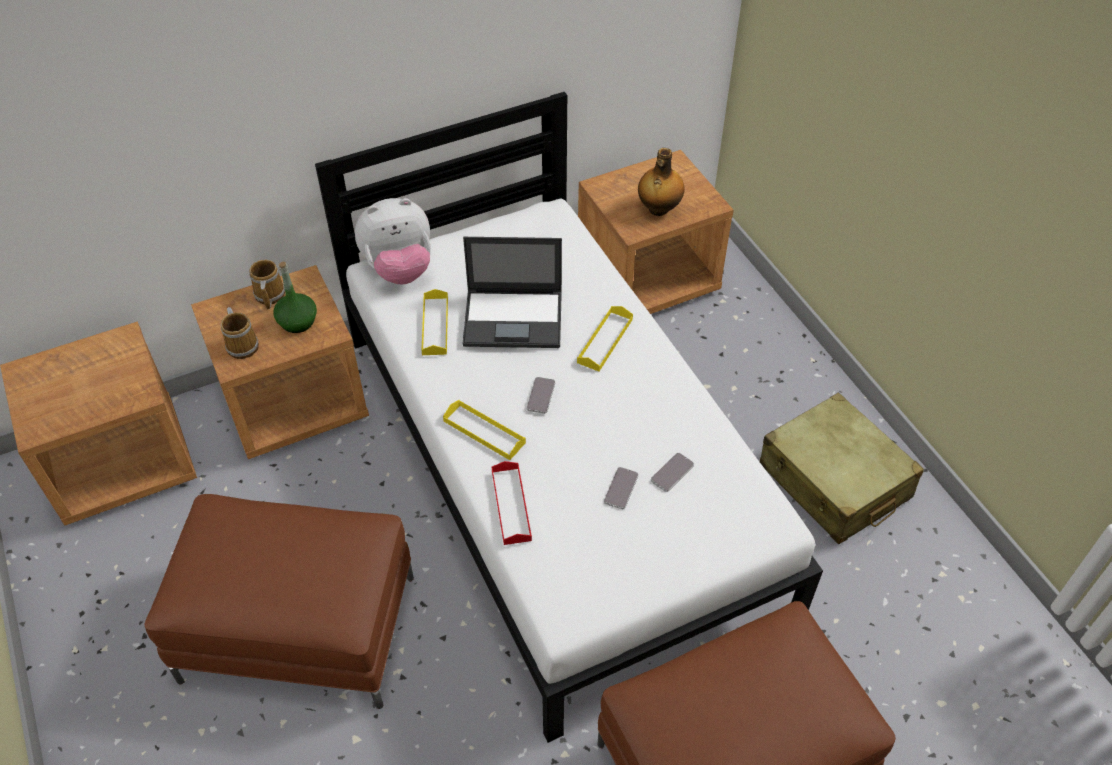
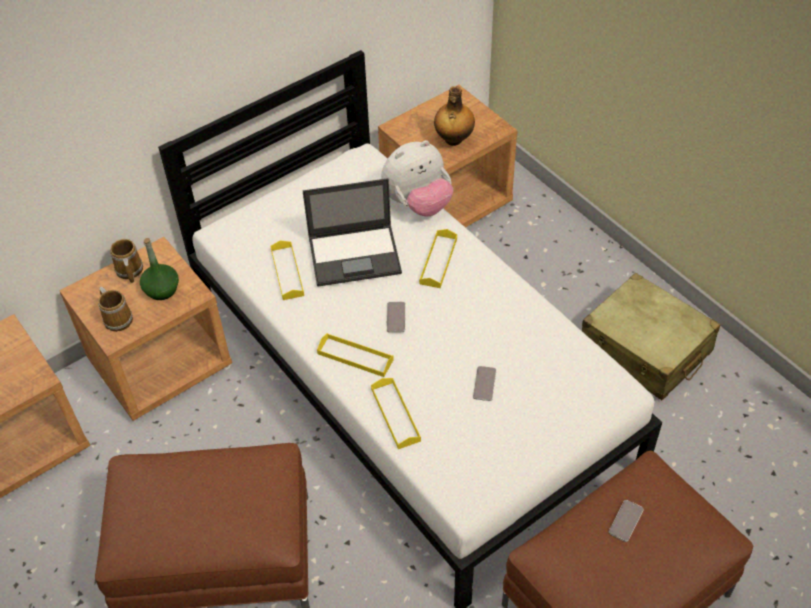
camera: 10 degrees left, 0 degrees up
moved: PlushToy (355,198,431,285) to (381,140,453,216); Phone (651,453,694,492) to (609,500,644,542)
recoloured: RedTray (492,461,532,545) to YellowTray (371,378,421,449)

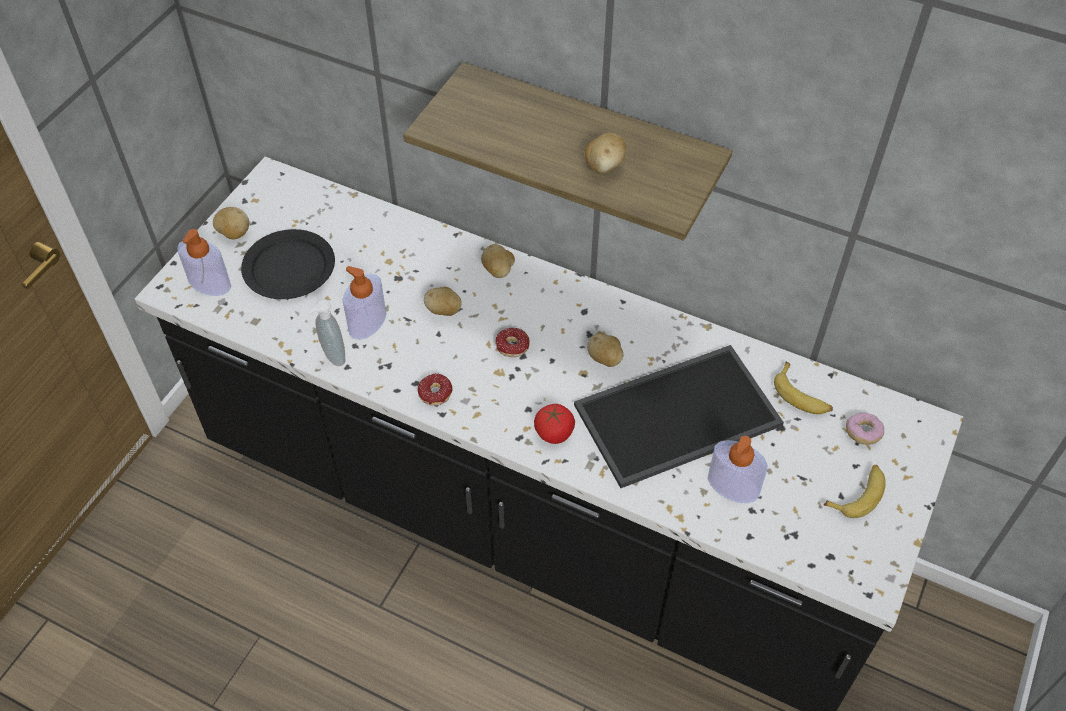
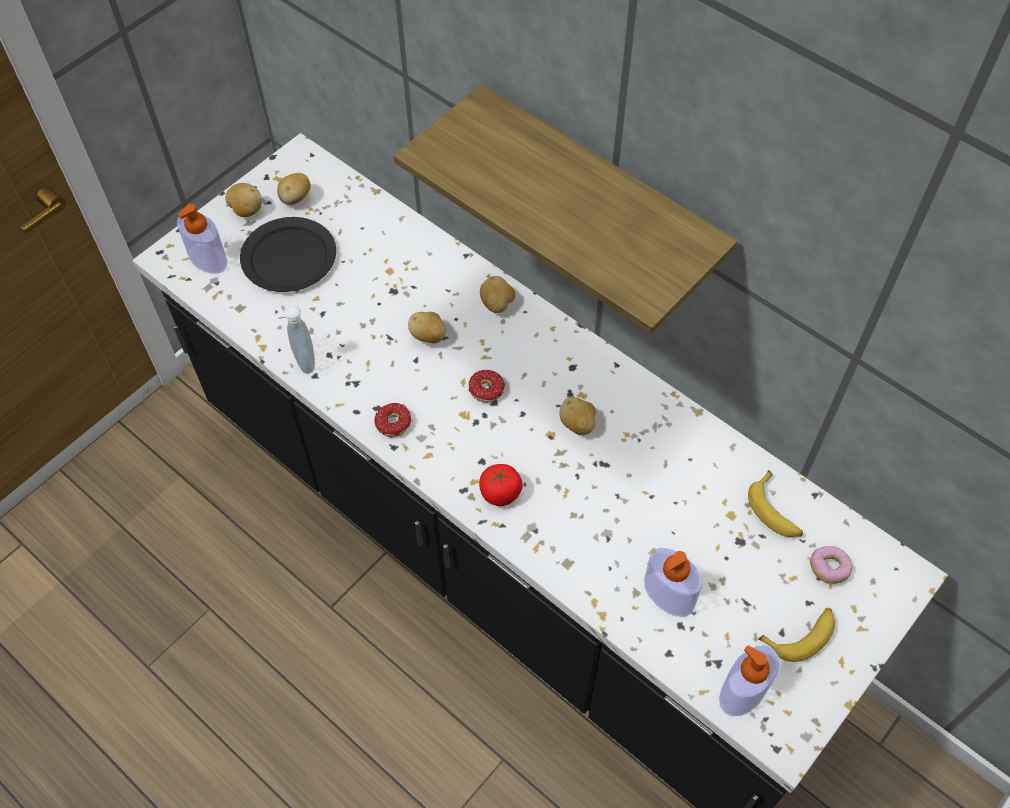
camera: 15 degrees right, 5 degrees up
removed: Tray (574,345,784,488)
moved: SoapDispenser (342,266,386,340) to (719,645,779,716); Potato (585,133,626,173) to (277,173,311,205)

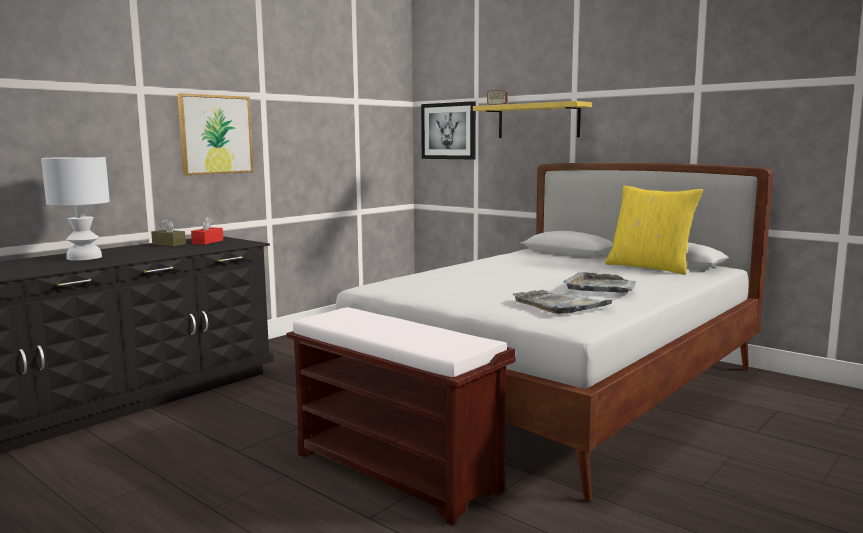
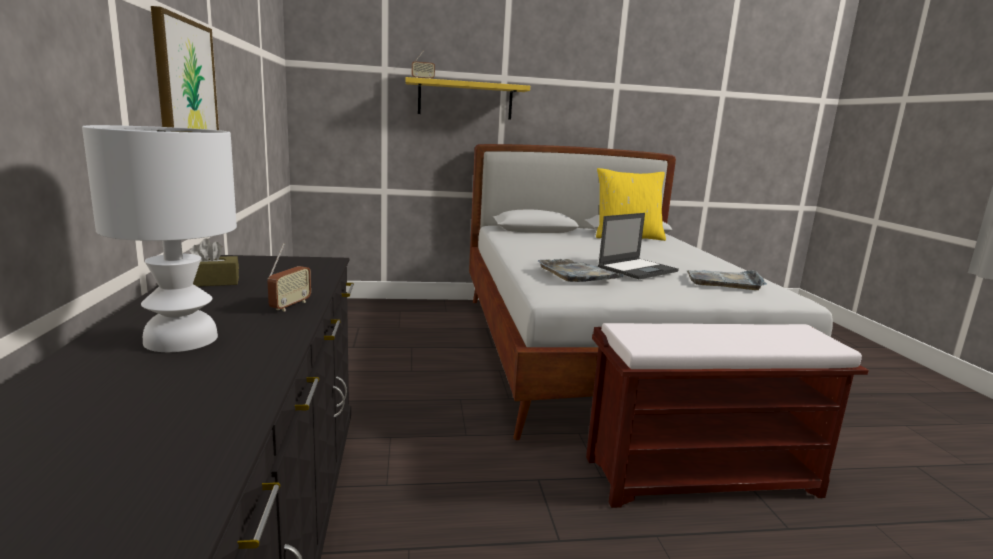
camera: 50 degrees left, 5 degrees up
removed: RedTissueBox (191,217,223,245); Picture (421,101,476,159)
added: Radio (267,243,311,311); Laptop (598,213,679,279)
moved: GreyTray (563,272,636,293) to (538,259,624,282)

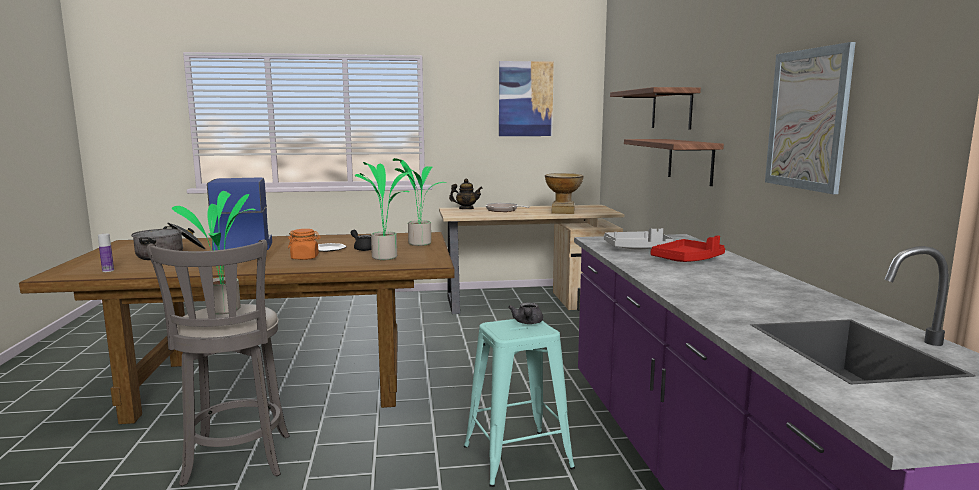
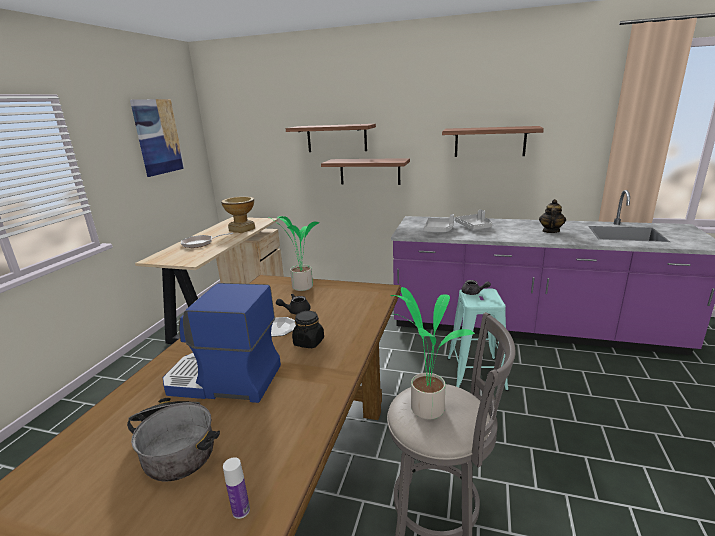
camera: 65 degrees left, 10 degrees up
removed: PottedPlant (355,162,410,260)
moved: Teapot (449,178,483,209) to (539,199,566,233)
replaced: Picture (765,42,856,194) to Shelf (442,126,544,157)
recoloured: OrangeJar (288,229,321,260) to BlackJar (292,311,324,348); RedTray (651,236,725,262) to GreyTray (455,210,492,230)

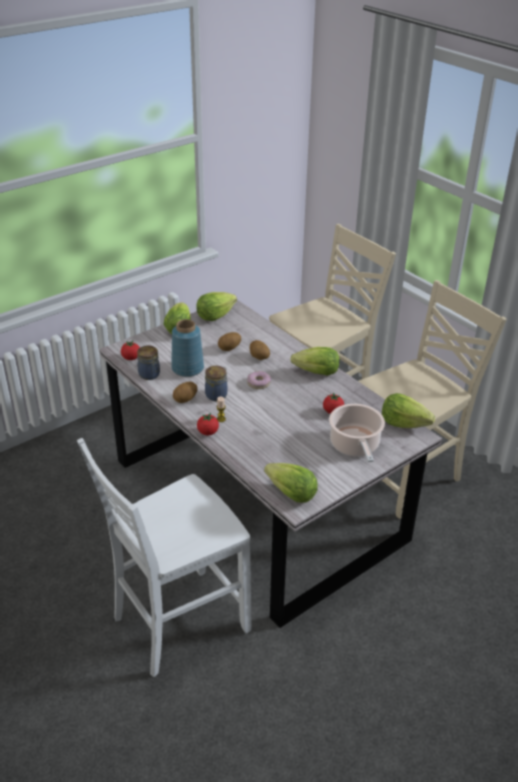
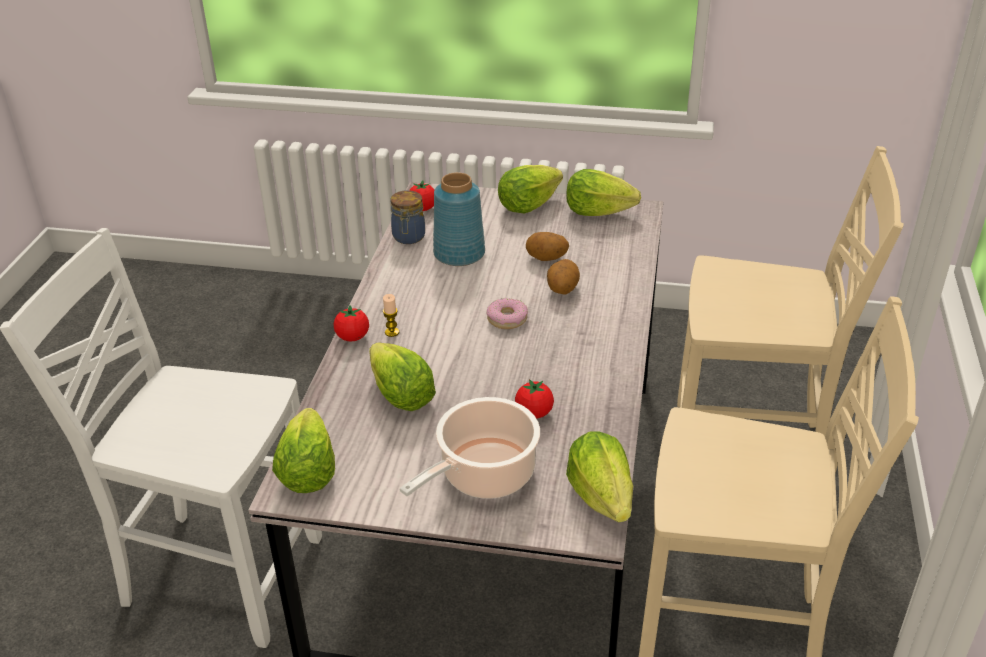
camera: 50 degrees right, 0 degrees up
removed: Potato (173,381,198,403); Jar (205,366,227,401)
moved: Lettuce (290,347,340,376) to (369,343,436,411)

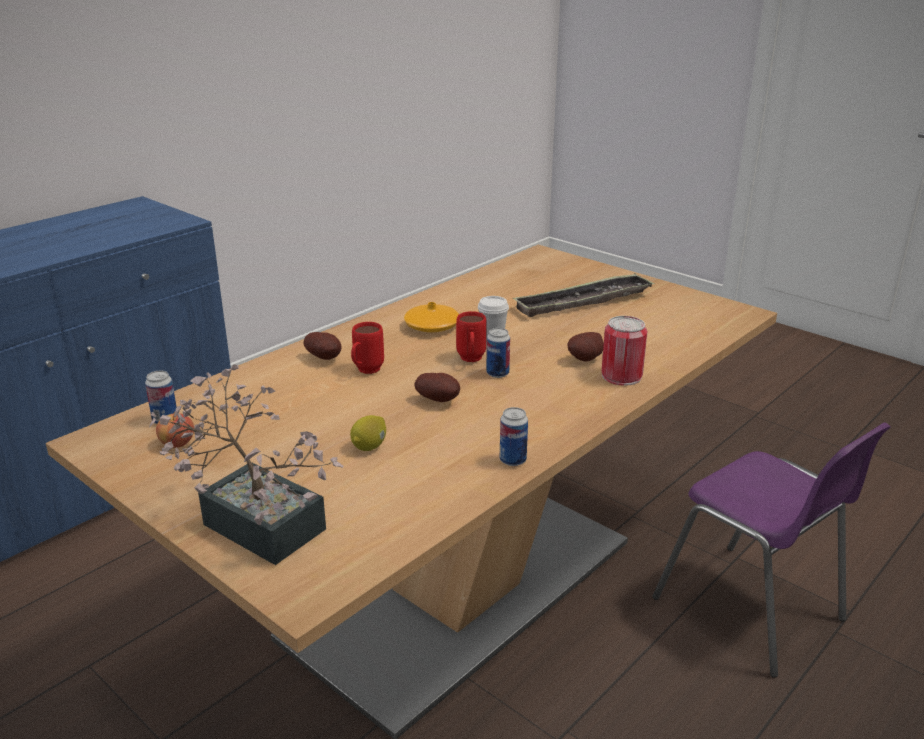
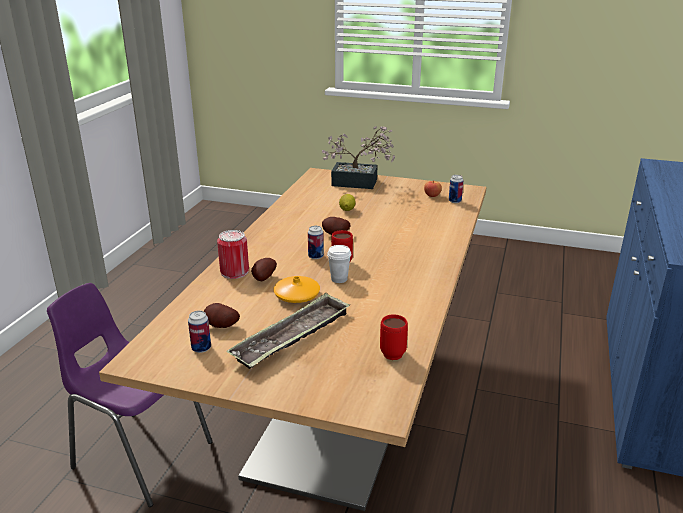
camera: 155 degrees right, 0 degrees up
moved: Potato (303,332,342,360) to (204,303,240,328); RedMug (351,322,384,374) to (380,314,408,360); OrangeVase (404,302,459,333) to (273,276,320,303); Can (500,407,528,466) to (188,311,211,353)

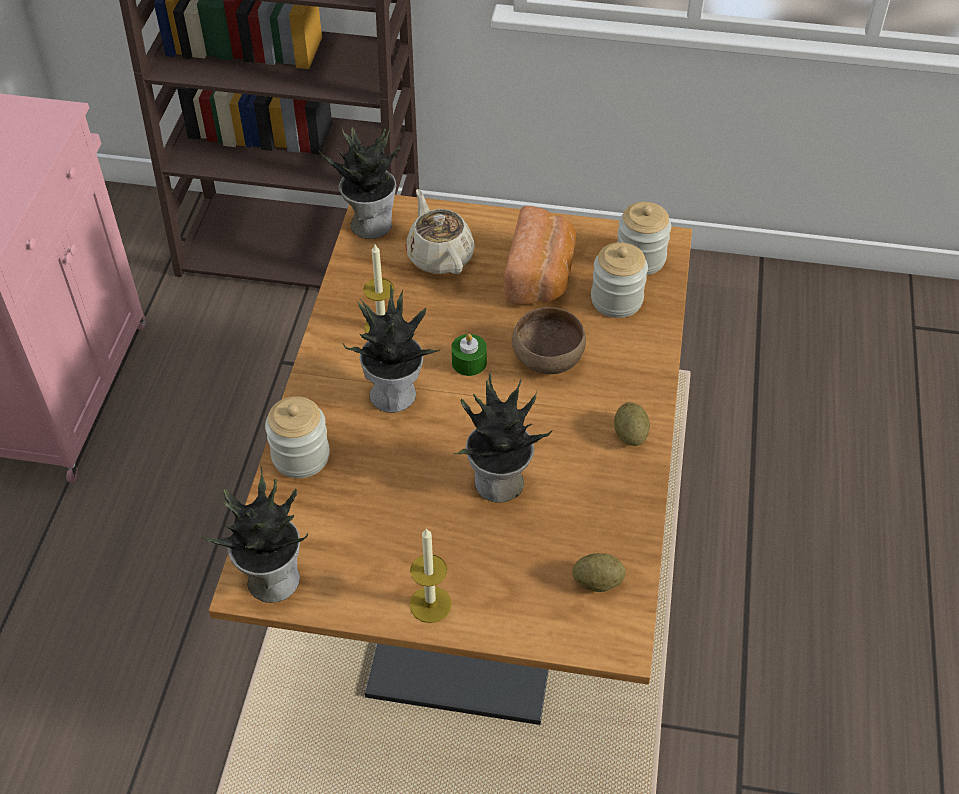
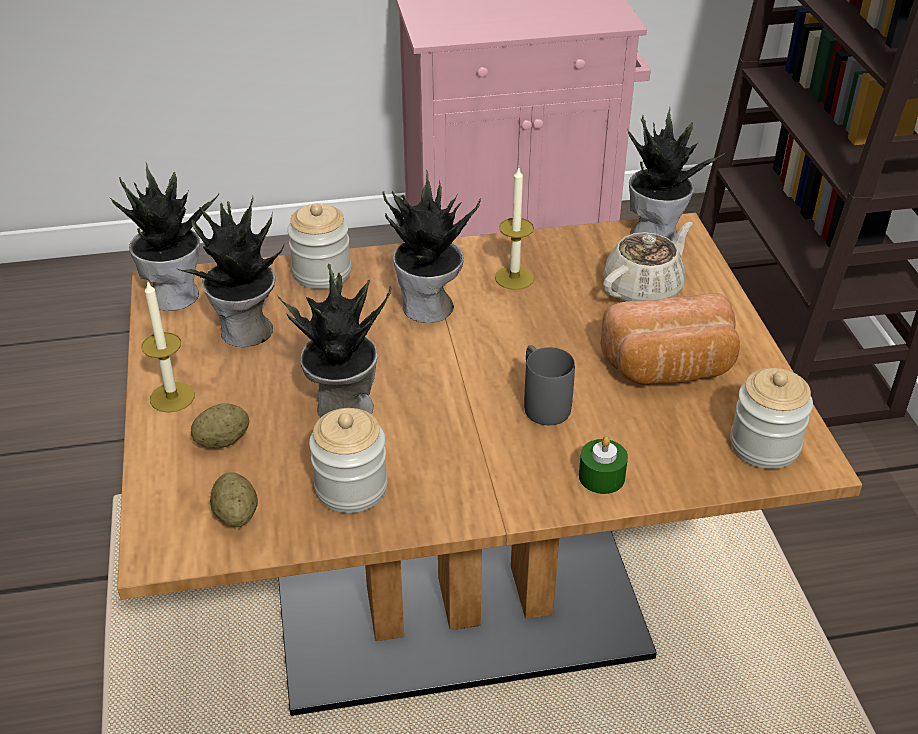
camera: 70 degrees right, 10 degrees down
added: PottedPlant (176,196,284,347)
moved: GreenCandle (451,334,487,376) to (579,436,628,494); Jar (591,242,648,318) to (309,408,388,513); Potato (614,402,650,446) to (191,403,249,448)
replaced: BrownBowl (512,307,586,374) to GreyMug (524,345,575,425)

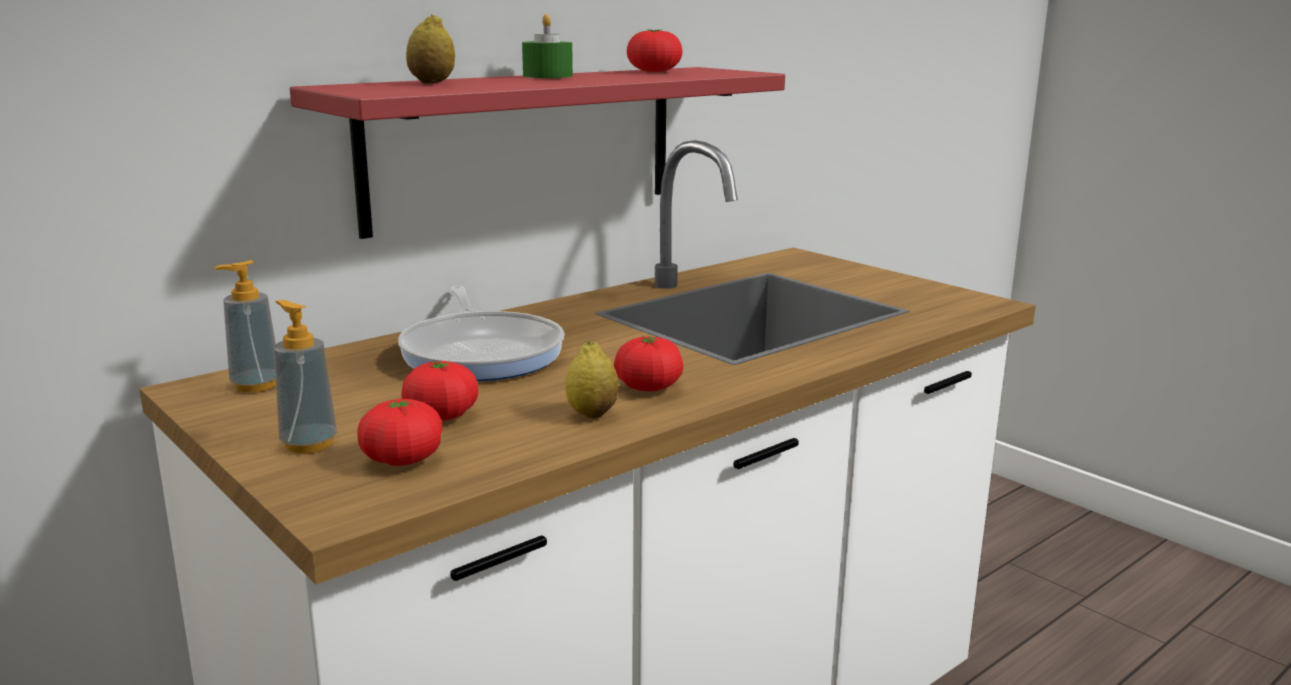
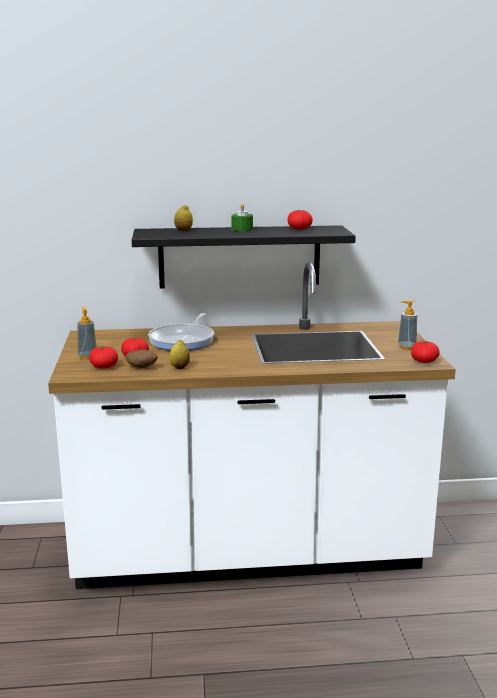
camera: 35 degrees right, 0 degrees up
added: Potato (126,349,158,368)
moved: SoapDispenser (214,260,276,392) to (398,300,417,350); Tomato (614,336,683,391) to (411,341,440,363)
recoloured: RedShelf (290,67,785,239) to BlackShelf (132,225,356,288)

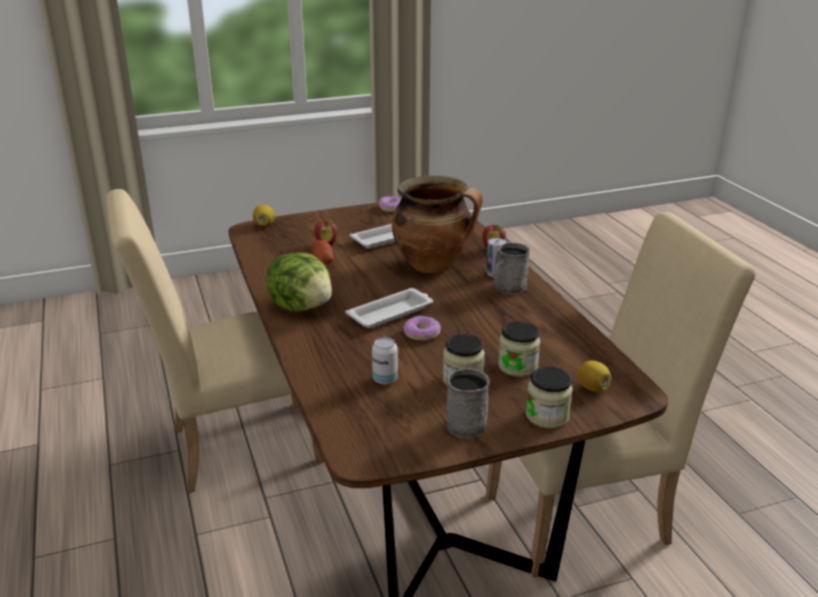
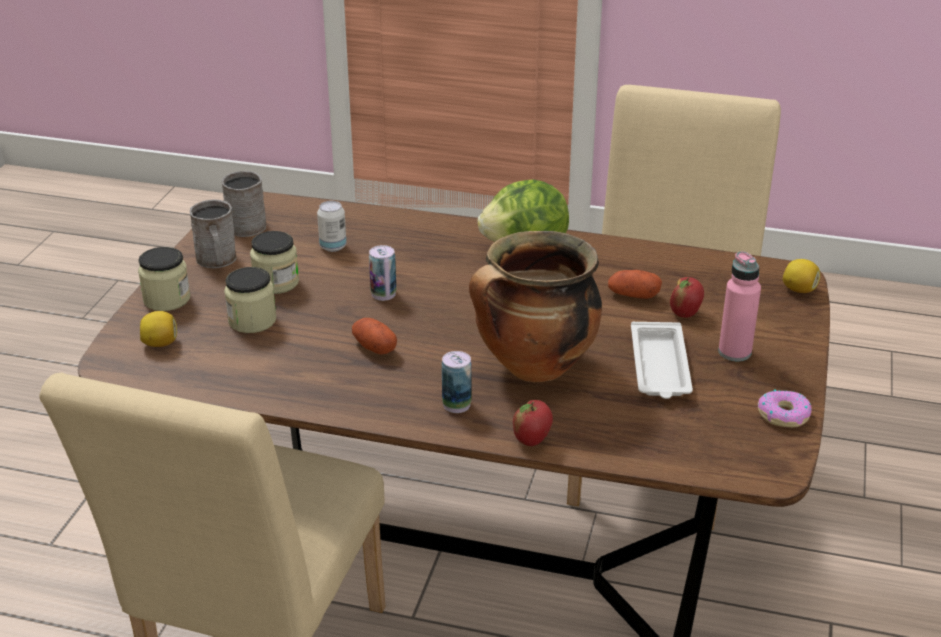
camera: 125 degrees right, 5 degrees up
removed: WhiteTray (345,288,433,328)
added: Potato (352,318,397,355); PinkBottle (718,251,761,361)
moved: GreyMug (494,243,530,294) to (221,171,266,237)
replaced: Donut (404,316,441,340) to Can (369,245,396,301)

